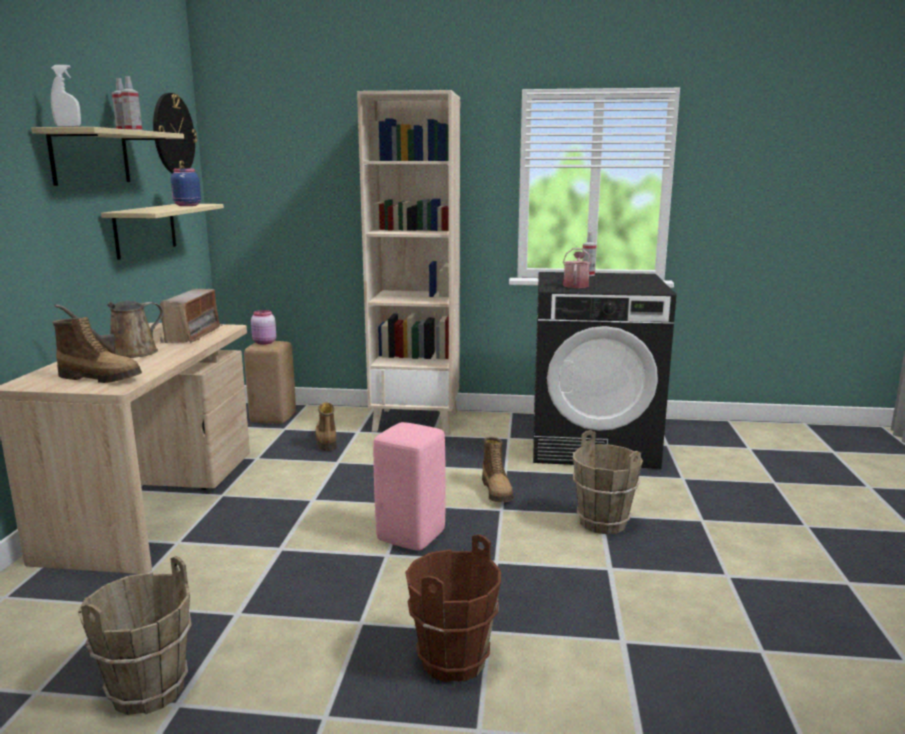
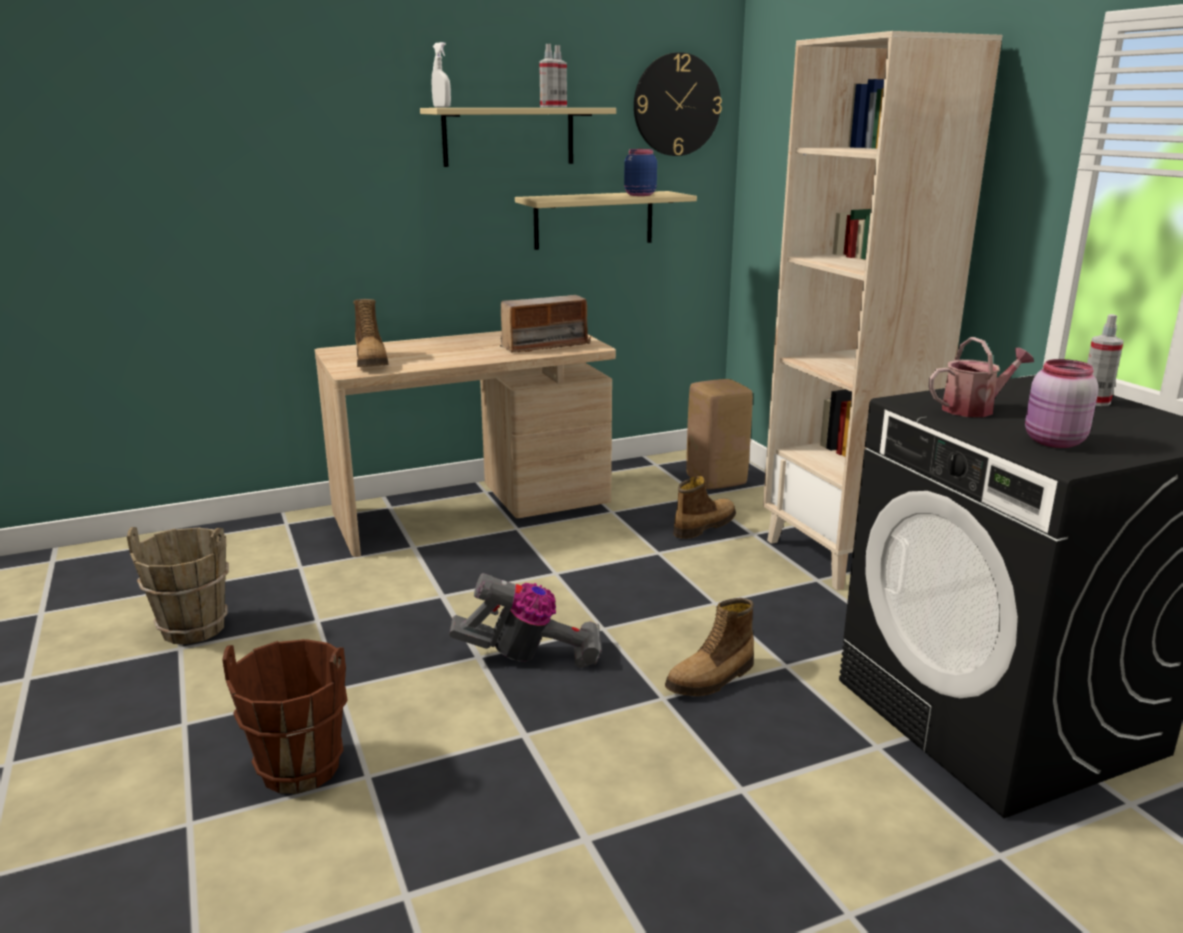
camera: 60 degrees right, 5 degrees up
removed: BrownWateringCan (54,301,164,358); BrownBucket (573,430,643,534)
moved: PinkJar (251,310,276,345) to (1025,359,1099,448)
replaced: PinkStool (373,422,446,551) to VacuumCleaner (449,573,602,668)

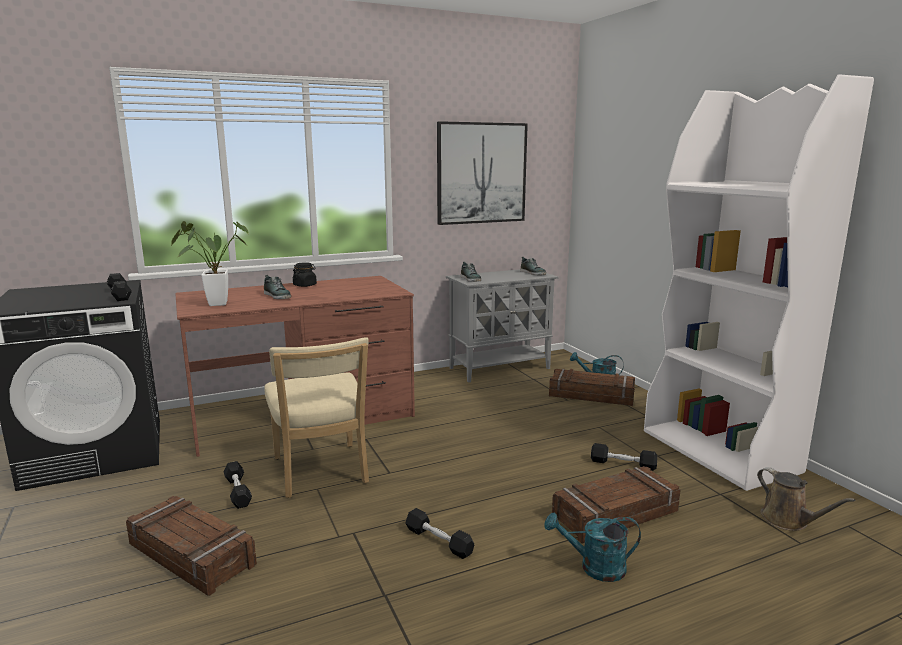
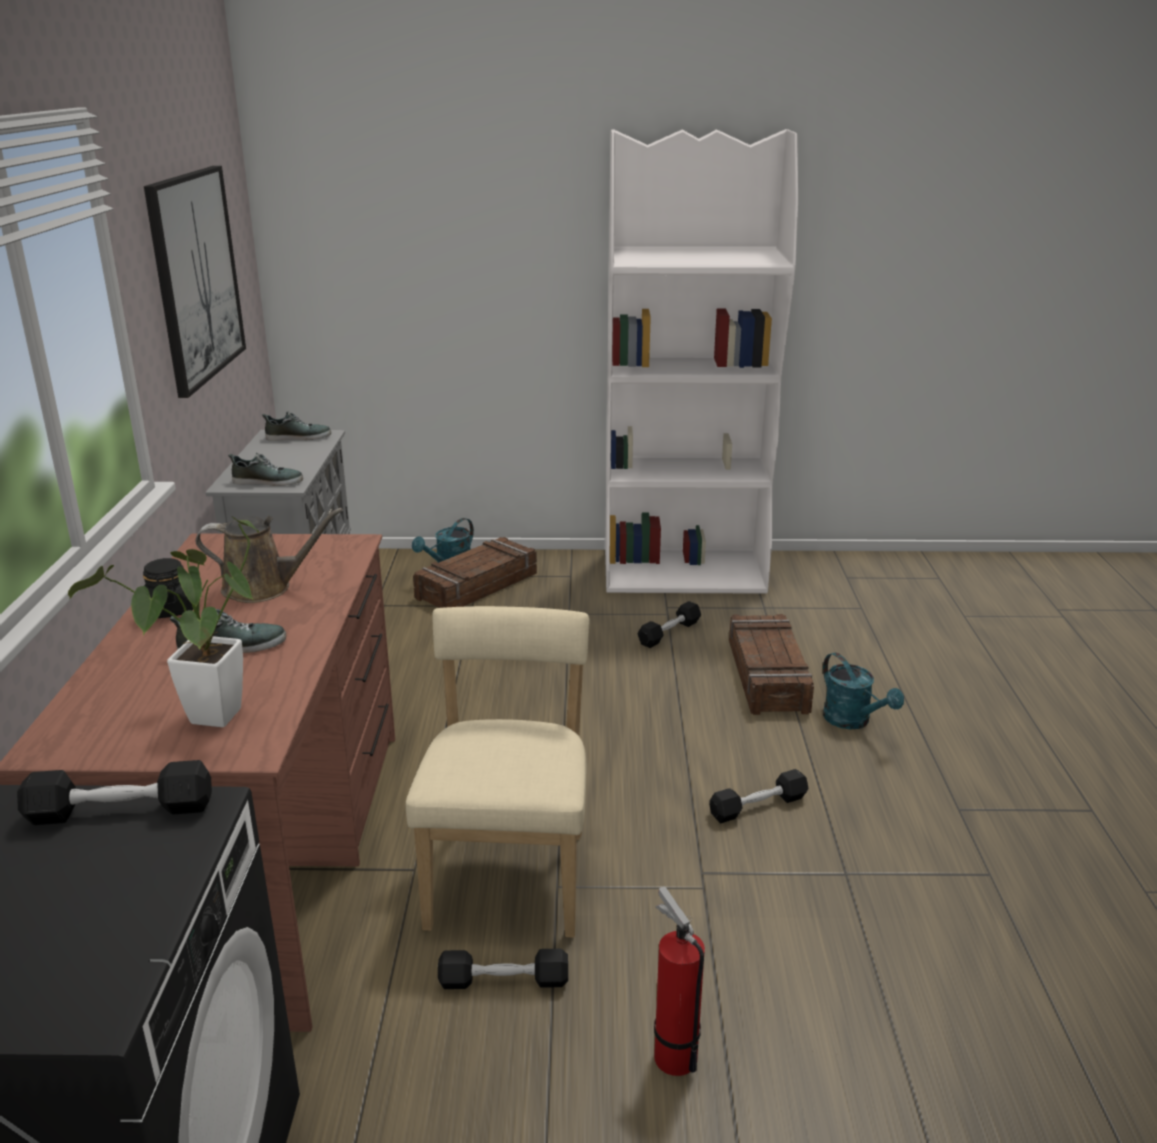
camera: 65 degrees left, 10 degrees up
moved: BrownWateringCan (757,467,856,531) to (196,508,343,603)
replaced: Crate (126,496,257,596) to FireExtinguisher (654,886,705,1076)
turned: BeigeChair (265,337,369,498) = (406,606,590,938) 90 degrees counterclockwise; TurquoiseWateringCan (544,513,641,582) = (823,653,904,729) 60 degrees counterclockwise

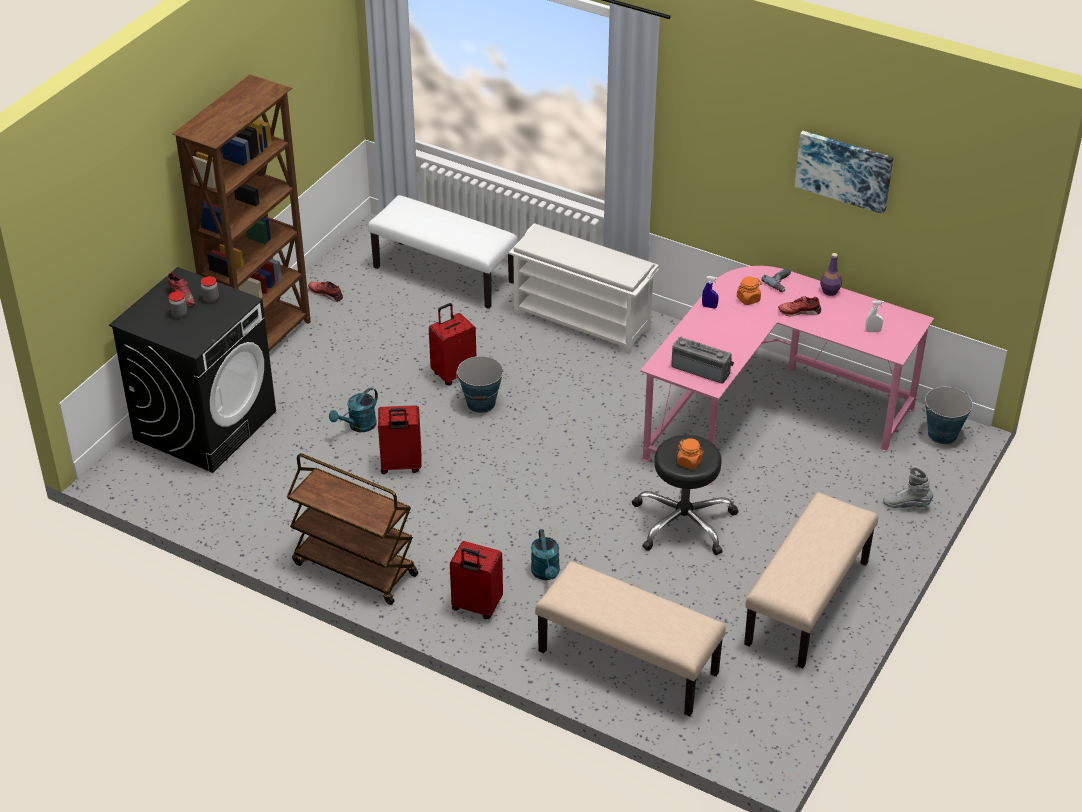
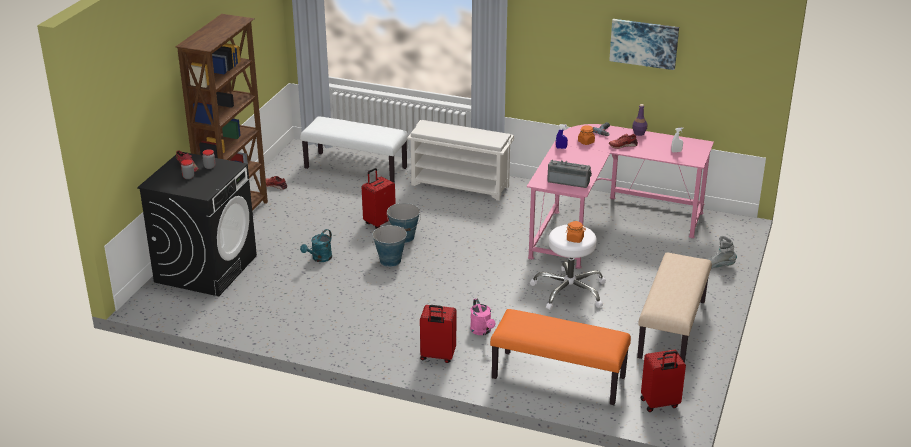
camera: 10 degrees left, 10 degrees down
removed: BrownCart (287,453,418,605)
moved: RedSuitcase (378,405,422,474) to (640,350,686,412); Bucket (922,387,973,444) to (372,225,407,267)
recoloured: TurquoiseWateringCan (531,529,560,580) to PinkWateringCan (470,298,495,335); BeigeBench (535,562,726,716) to OrangeBench (490,309,631,405); BlackStool (632,435,739,555) to WhiteStool (530,225,606,310)

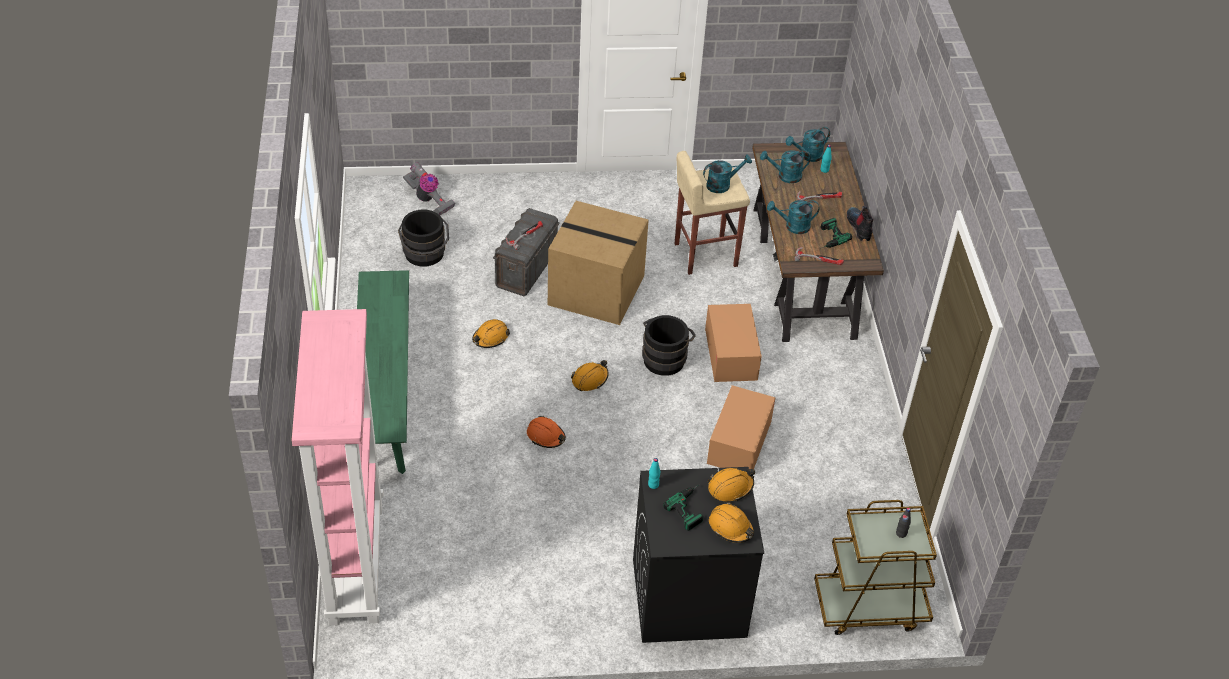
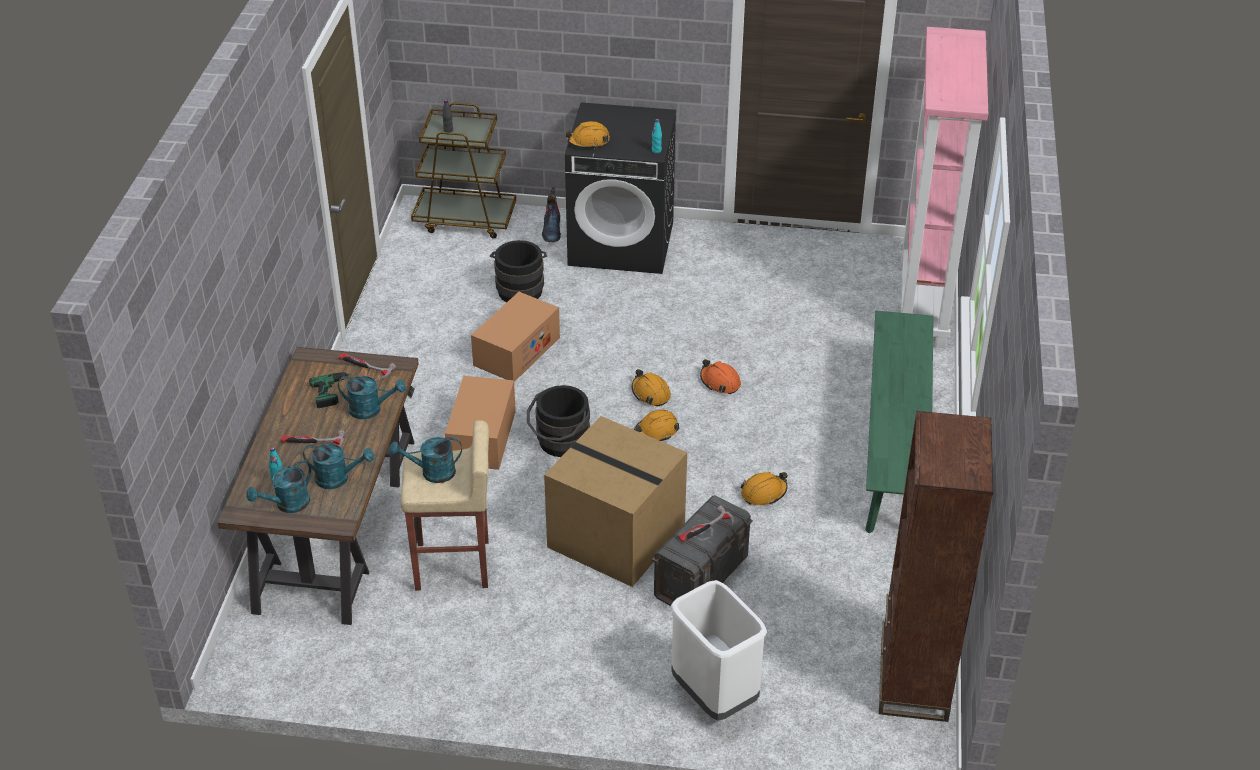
camera: 165 degrees left, 5 degrees down
removed: VacuumCleaner (403,162,455,215); PowerDrill (663,484,703,531)
added: WhiteTrashCan (671,580,767,720); BrownBookcase (879,411,993,722)
moved: BlackBucket (398,210,449,267) to (490,240,547,302); OrangeHardHat (709,502,754,543) to (632,369,671,407); Boot (847,206,874,241) to (542,188,561,242)
turned: TurquoiseWateringCan (786,127,830,162) = (246,460,311,513) 150 degrees clockwise

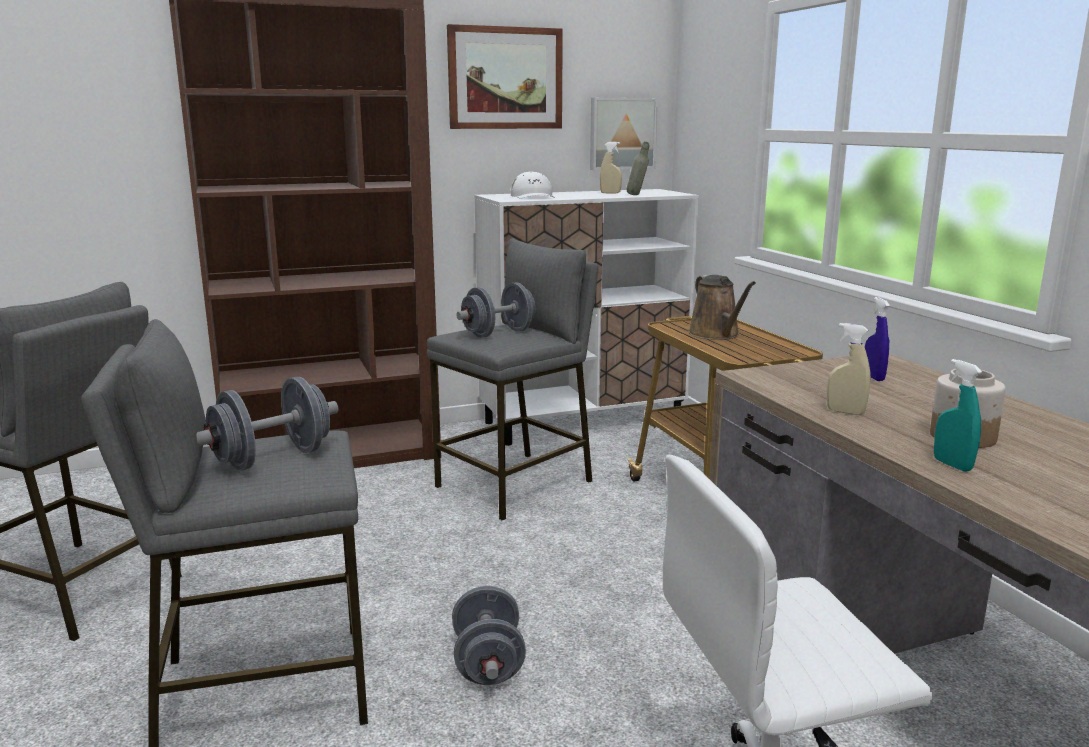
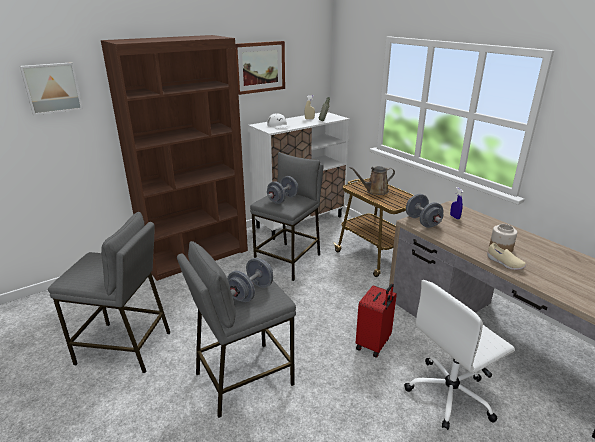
camera: 15 degrees left, 10 degrees up
removed: BeigeSprayBottle (827,323,871,415)
added: RedSuitcase (356,284,397,358)
moved: GreyDumbbell (452,586,526,685) to (406,194,443,228); Picture (590,98,658,170) to (20,62,83,115)
replaced: TurquoiseSprayBottle (934,359,982,472) to BeigeShoe (487,243,526,270)
turned: BrownWateringCan (688,275,756,340) = (350,166,395,195) 105 degrees clockwise

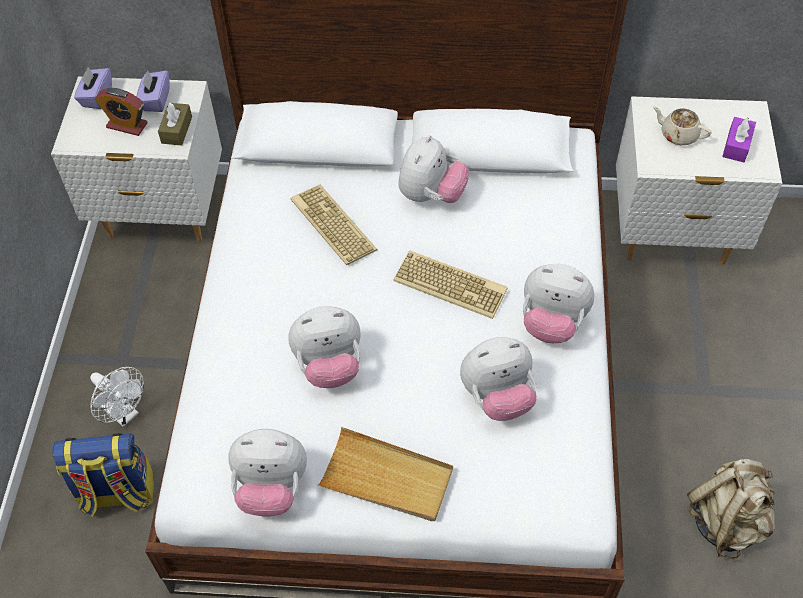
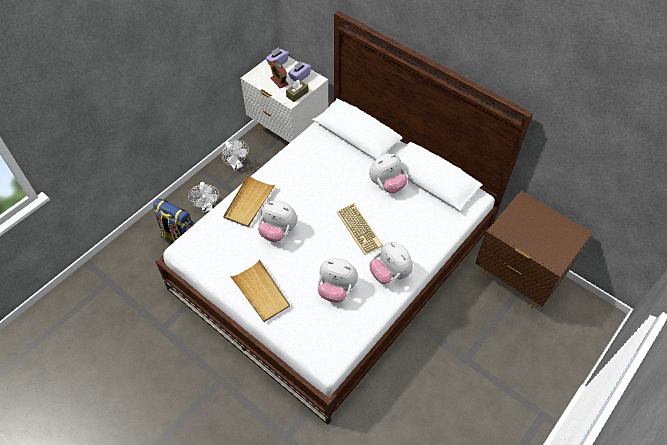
camera: 35 degrees right, 0 degrees up
removed: PlushToy (228,429,307,517); Keyboard (291,185,378,265); BeigeTeapot (653,106,712,145); BeigeBackpack (687,459,775,560); PurpleTissueBox (722,117,756,162)
added: WhiteFan (222,140,249,171); BeigeTray (223,174,276,227)
recoloured: WhiteNightstand (616,96,782,265) to BrownNightstand (475,191,592,308)

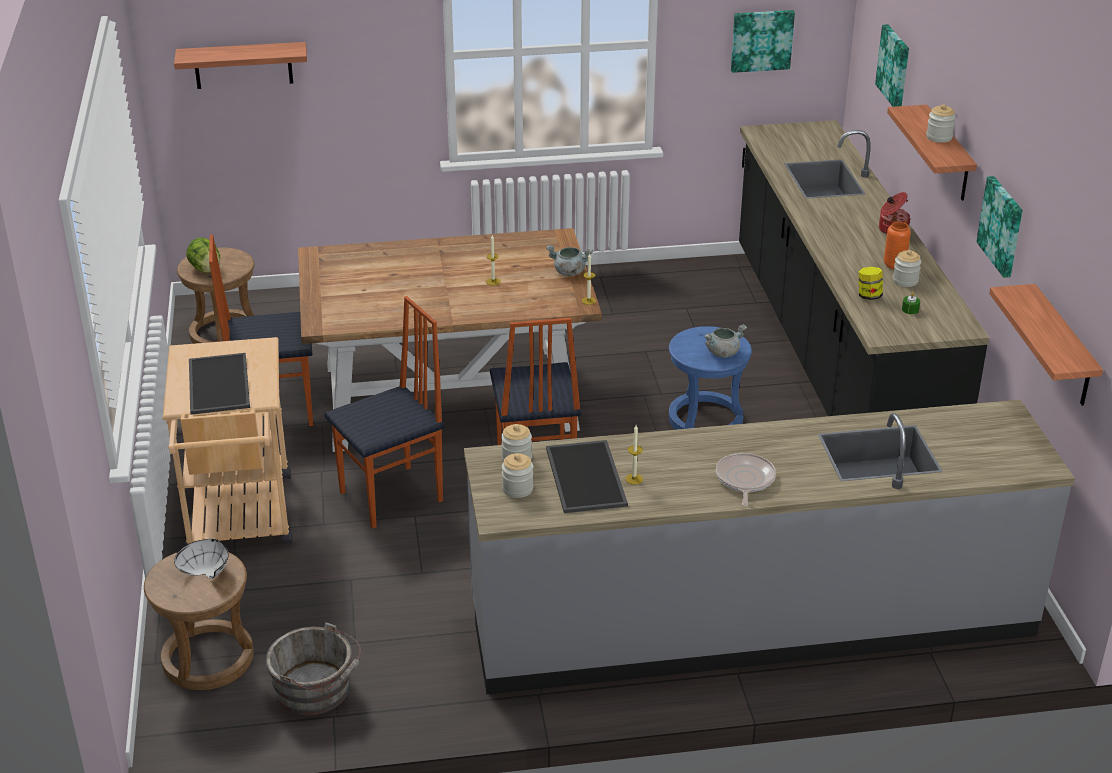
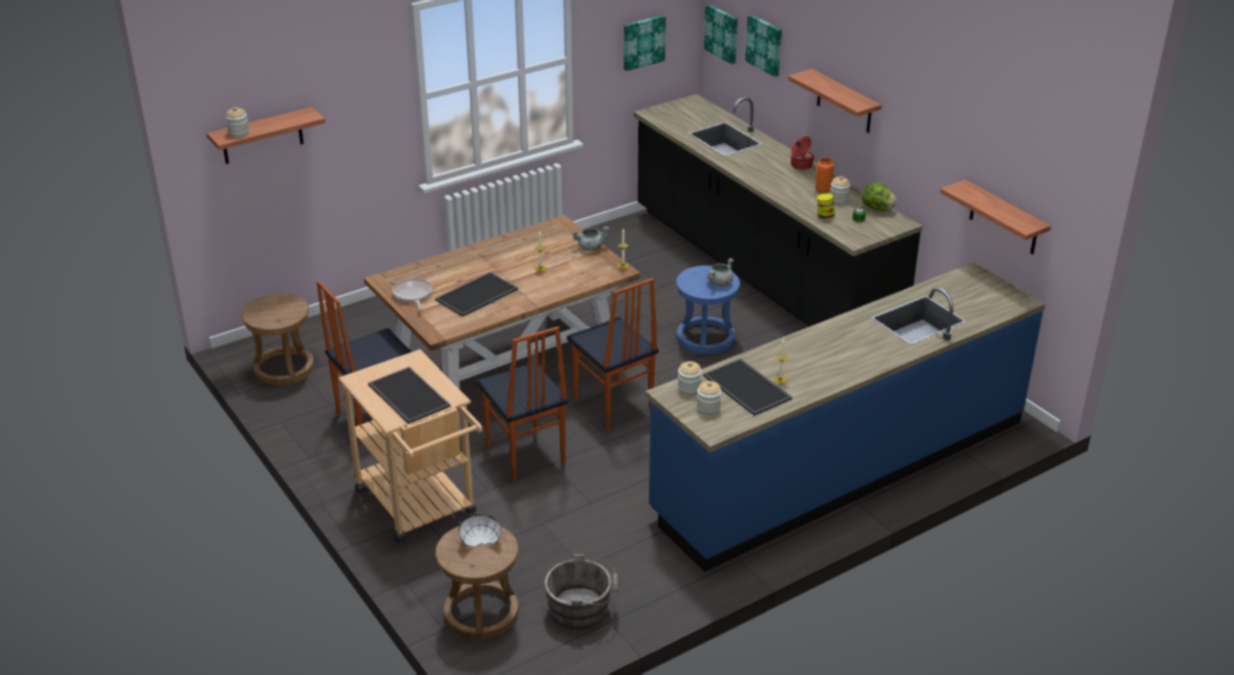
camera: 25 degrees left, 0 degrees up
added: Tray (435,272,518,317)
moved: Lettuce (186,237,220,273) to (862,182,897,211); FryingPan (716,453,776,506) to (392,278,433,309); Jar (926,104,956,143) to (226,107,249,137); Picture (976,176,1023,278) to (704,4,738,64)
recoloured: GreyCounter (464,400,1075,694) to BlueCounter (645,262,1045,572)
turned: Chair (324,296,444,529) = (476,326,569,481) 120 degrees clockwise

